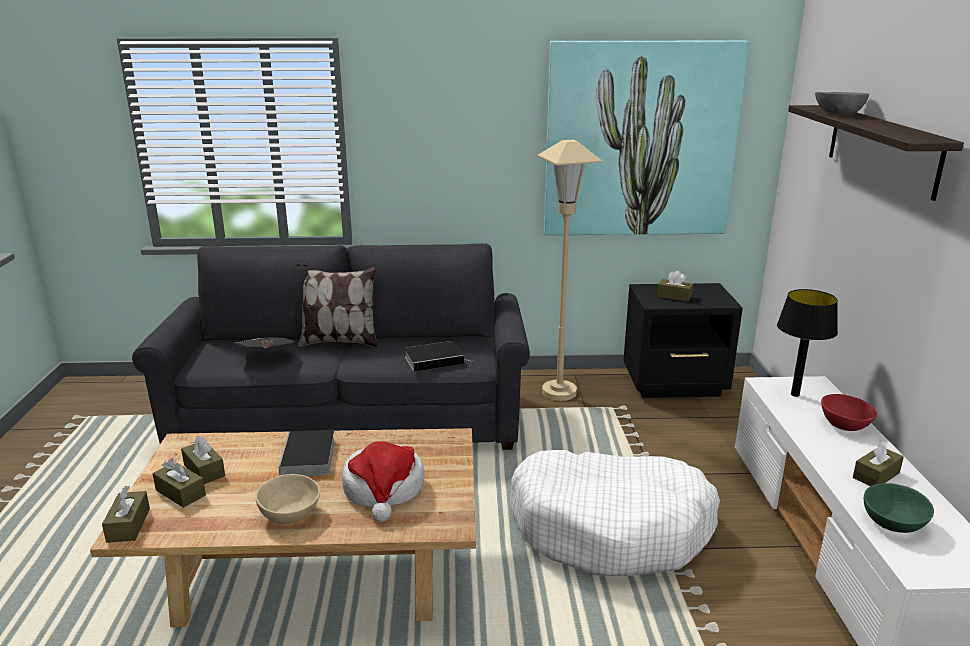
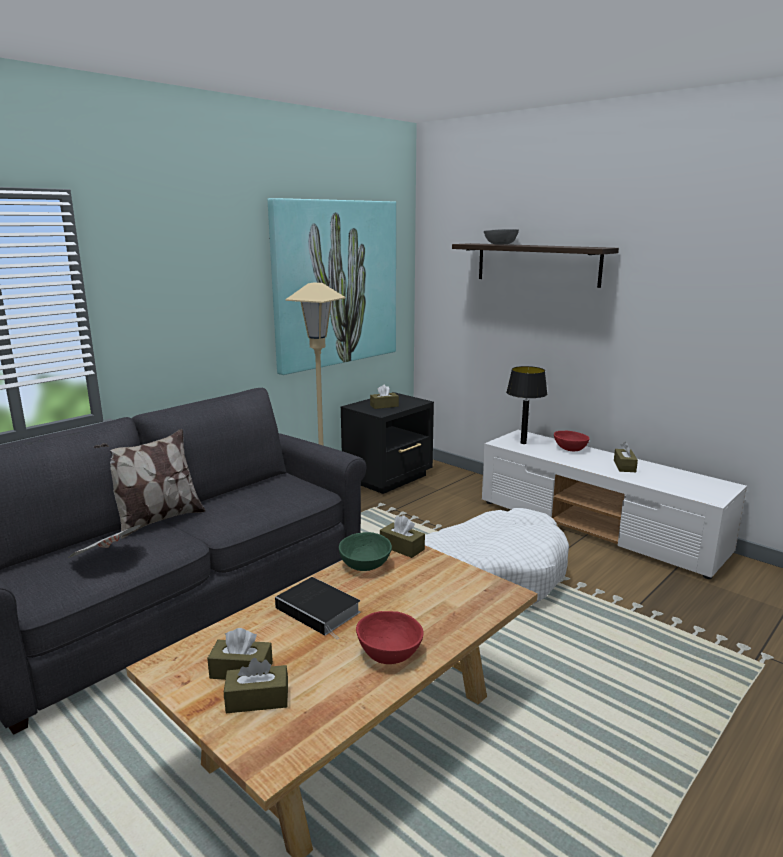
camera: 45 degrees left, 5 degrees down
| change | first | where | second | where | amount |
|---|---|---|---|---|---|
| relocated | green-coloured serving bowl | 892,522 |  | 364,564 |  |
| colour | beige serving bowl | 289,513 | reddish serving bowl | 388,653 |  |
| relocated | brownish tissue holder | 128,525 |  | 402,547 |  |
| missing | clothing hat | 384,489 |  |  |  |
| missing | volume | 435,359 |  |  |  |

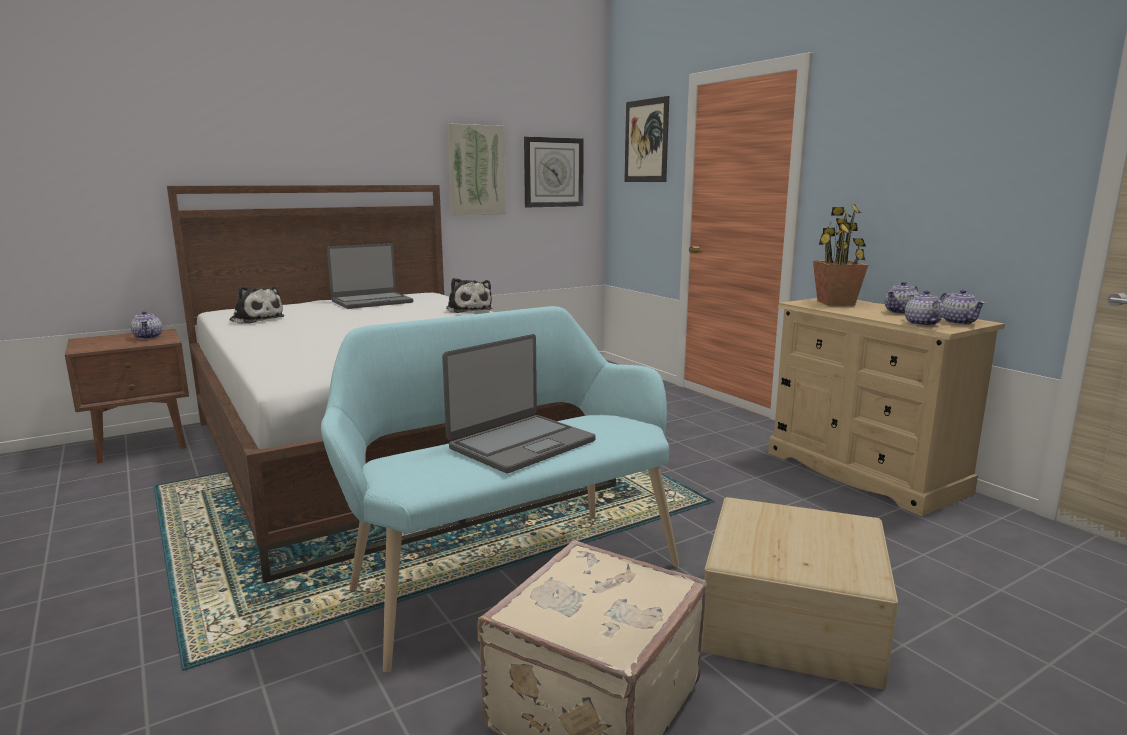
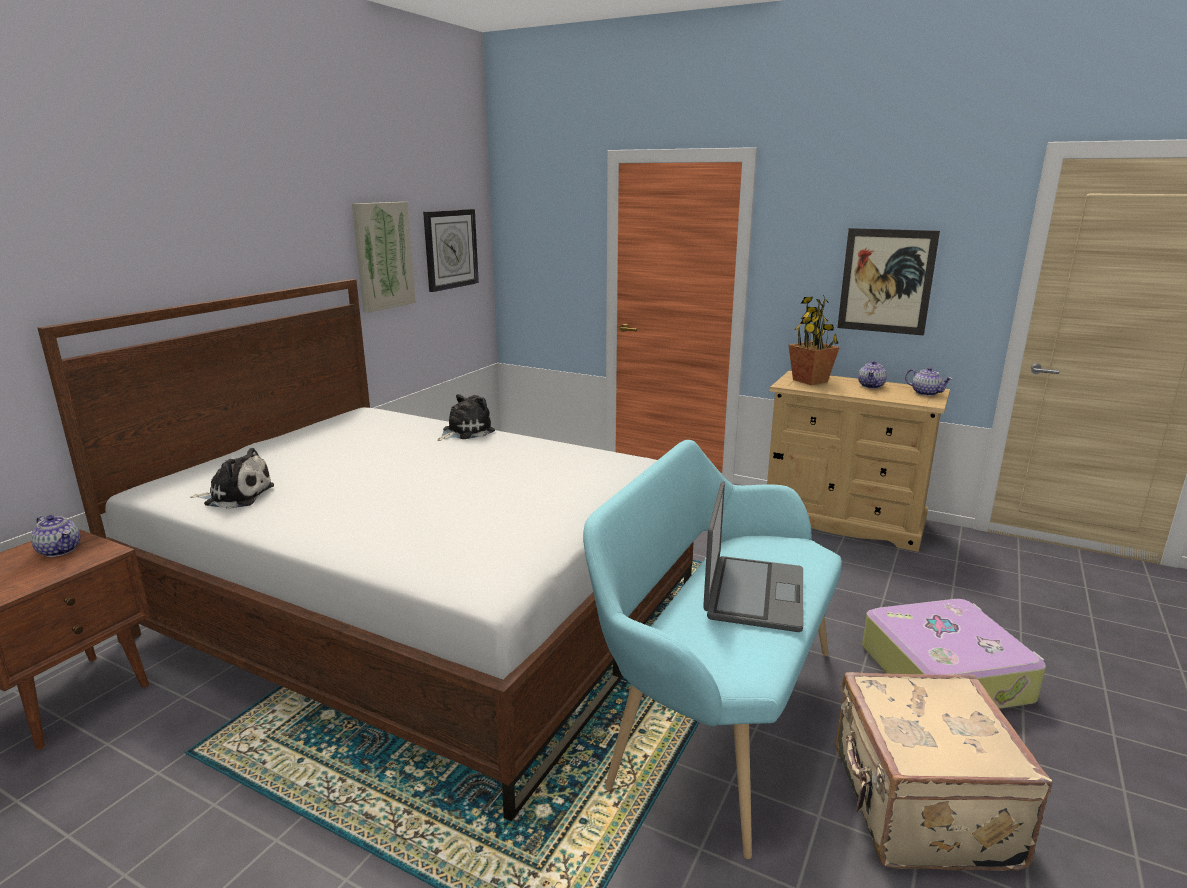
camera: 30 degrees left, 5 degrees up
| change | first | where | second | where | amount |
|---|---|---|---|---|---|
| spun | plush toy | 468,309 |  | 465,432 | 75 degrees counterclockwise |
| relocated | picture | 646,141 |  | 886,281 |  |
| exchanged | beige storage container | 792,618 | piece of luggage | 945,673 |  |
| missing | portable computer | 372,302 |  |  |  |
| missing | teapot | 921,324 |  |  |  |

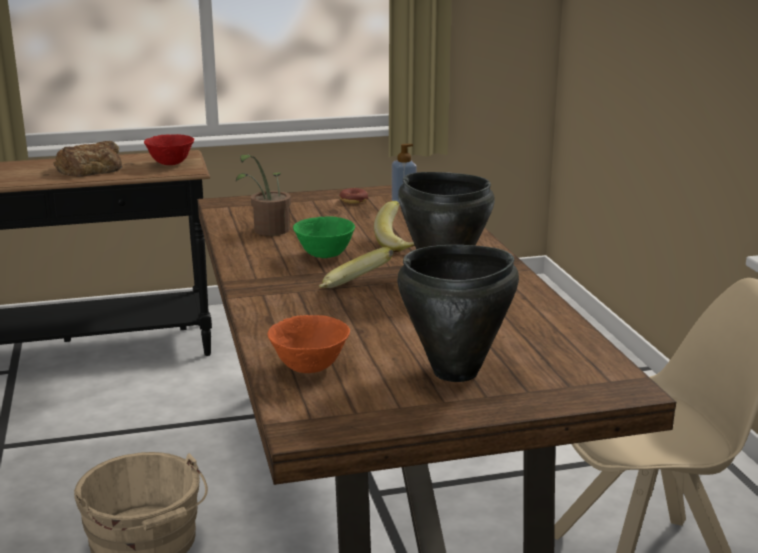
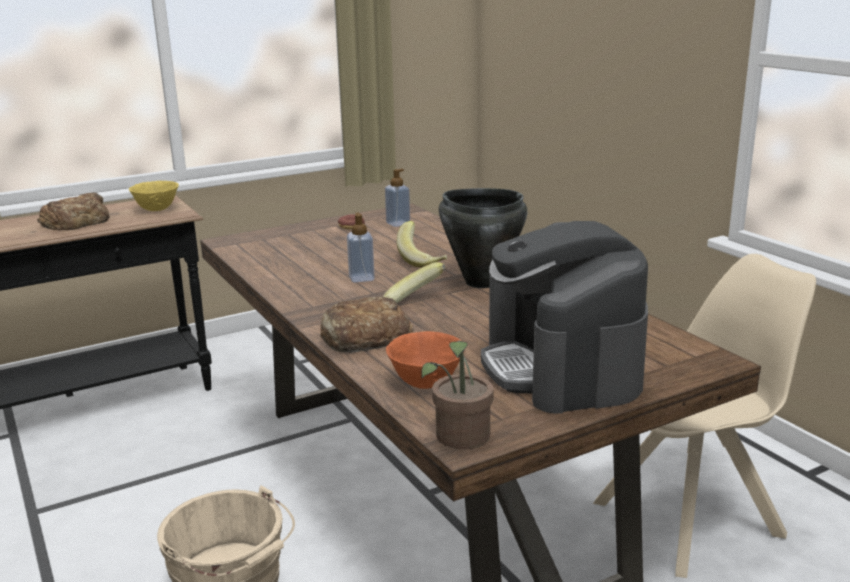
camera: 15 degrees left, 0 degrees up
| change | first | where | second | where | amount |
|---|---|---|---|---|---|
| colour | reddish serving bowl | 171,164 | yellow-coloured serving bowl | 157,209 |  |
| appeared |  |  | bakery bread | 364,336 |  |
| exchanged | green-coloured serving bowl | 324,256 | soap bottle | 361,278 |  |
| relocated | plant in a pot | 268,231 |  | 460,439 |  |
| exchanged | black cooking pot | 456,372 | coffee maker | 561,367 |  |

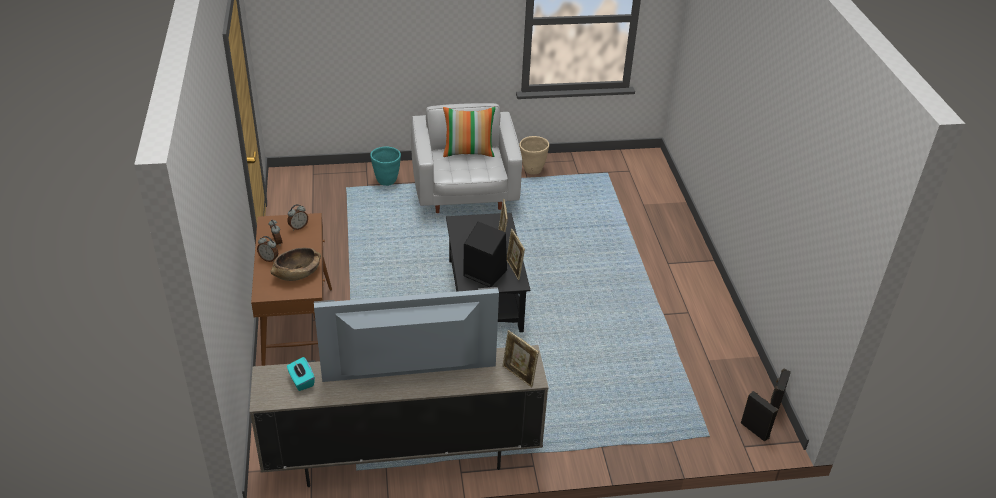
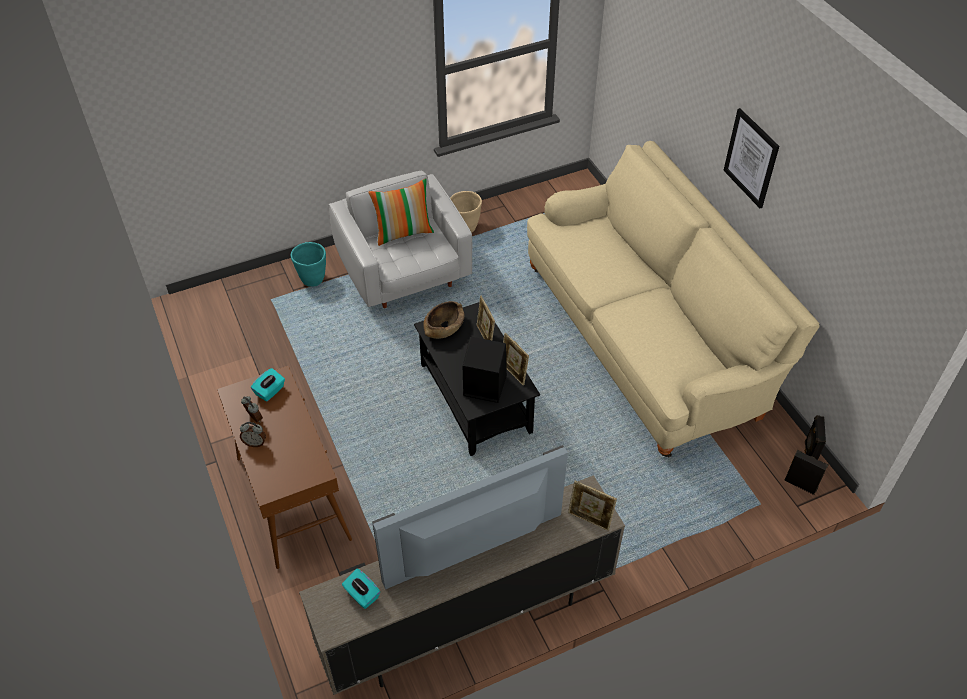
camera: 15 degrees left, 10 degrees up
| change | first | where | second | where | amount |
|---|---|---|---|---|---|
| exchanged | bedside clock | 298,227 | turquoise-coloured tissue holder | 270,391 |  |
| relocated | brownish serving bowl | 297,273 |  | 444,328 |  |
| appeared |  |  | beige couch | 646,339 |  |
| appeared |  |  | picture | 751,158 |  |

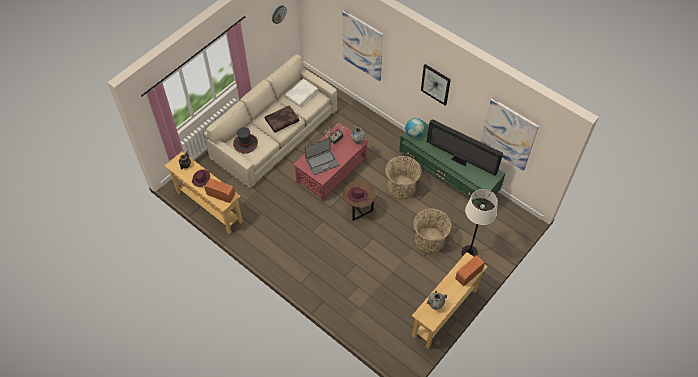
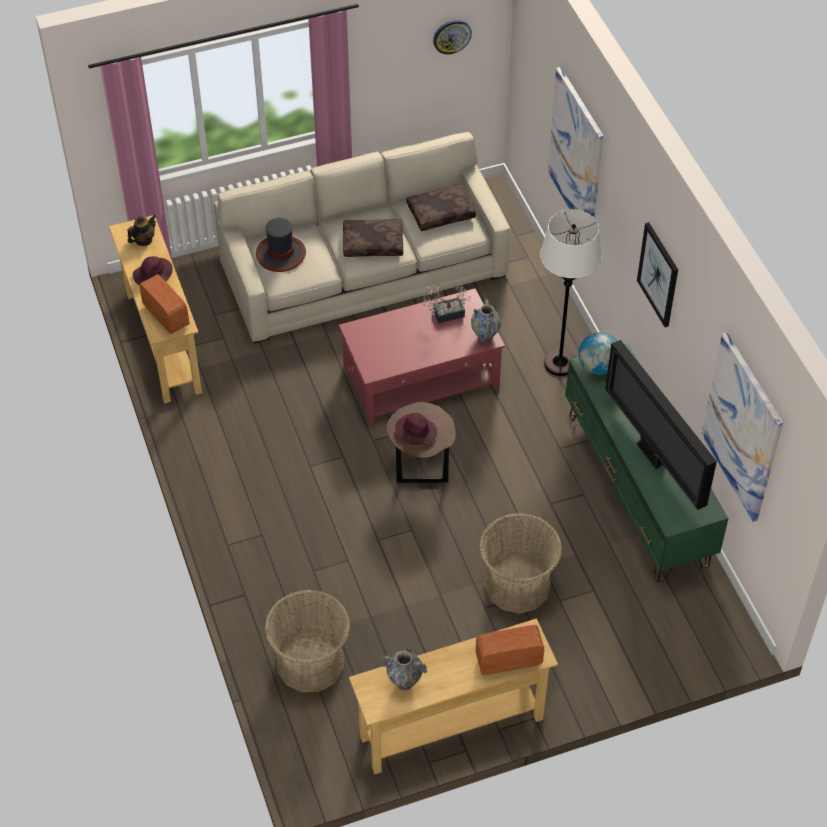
camera: 30 degrees right, 5 degrees down
| change | first | where | second | where | amount |
|---|---|---|---|---|---|
| relocated | basket | 401,187 |  | 310,663 |  |
| colour | white-coloured pillow | 301,95 | brownish pillow | 441,212 |  |
| relocated | white-coloured standing lamp | 469,253 |  | 560,363 |  |
| missing | portable computer | 322,162 |  |  |  |

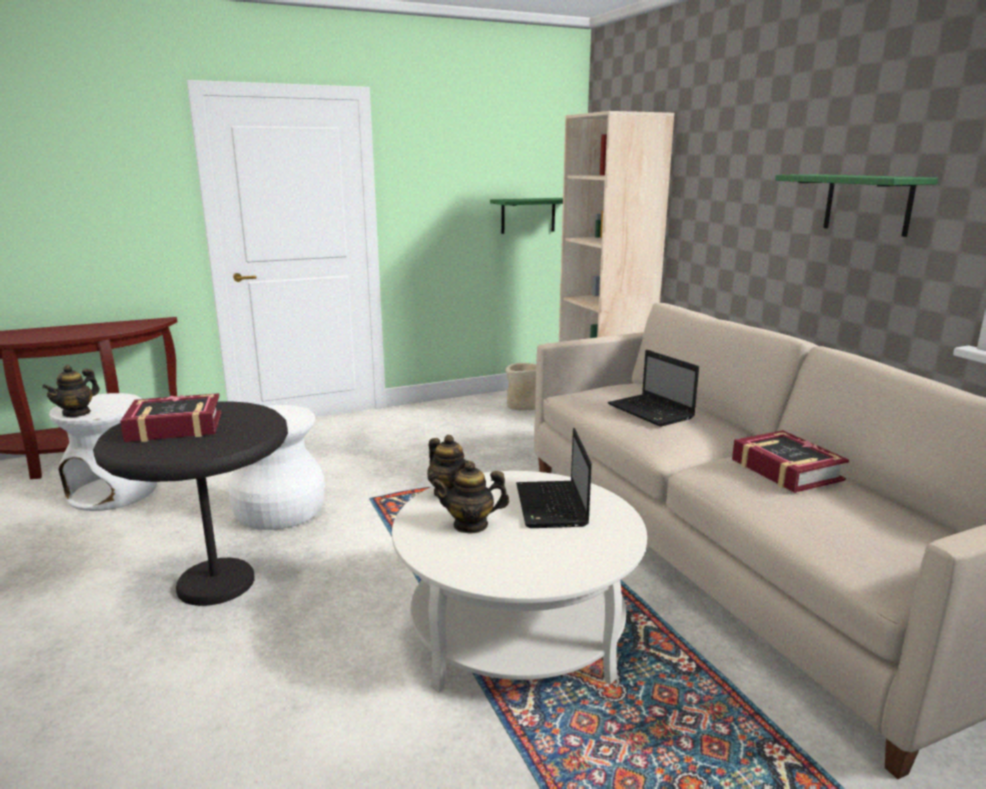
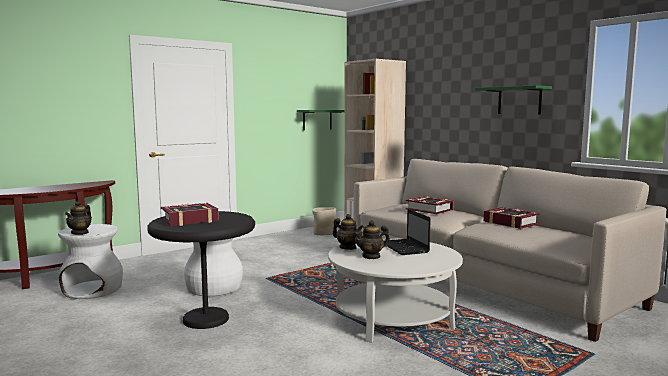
camera: 15 degrees left, 10 degrees down
| change | first | where | second | where | amount |
|---|---|---|---|---|---|
| exchanged | portable computer | 652,412 | volume | 429,209 |  |

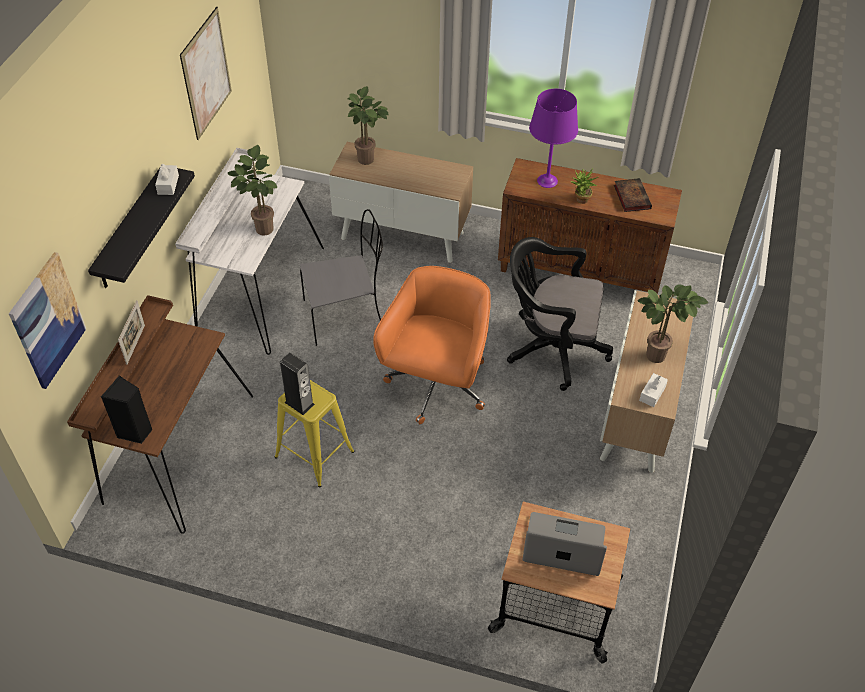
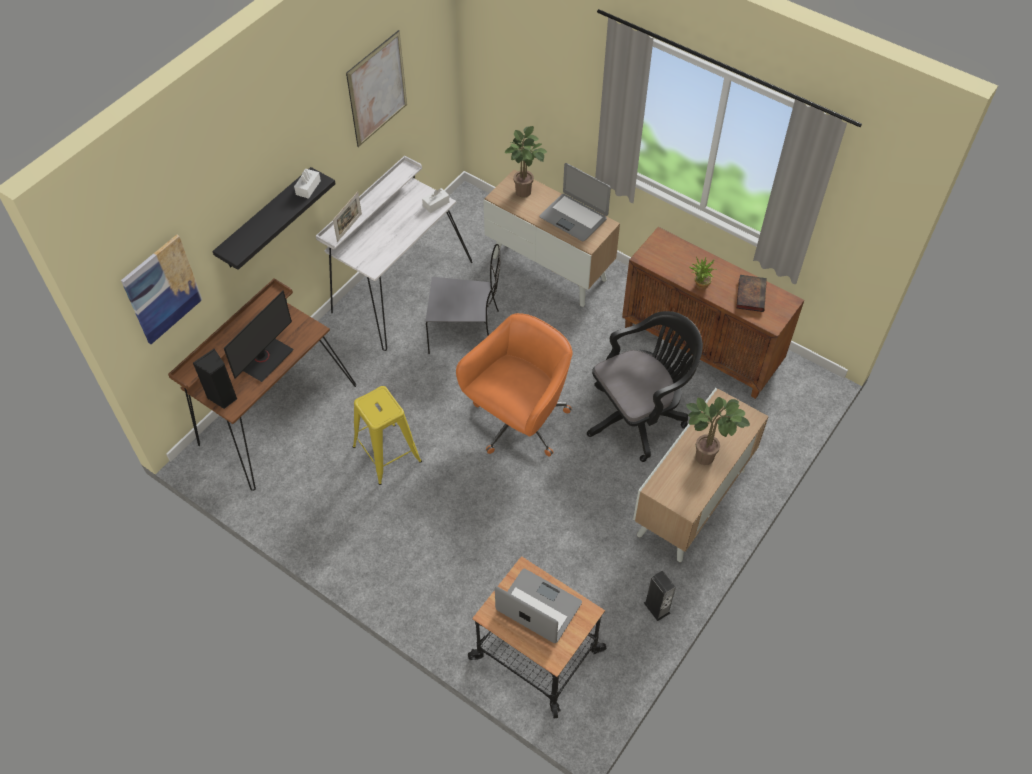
camera: 20 degrees right, 5 degrees up
| change | first | where | second | where | amount |
|---|---|---|---|---|---|
| appeared |  |  | computer display | 265,358 |  |
| relocated | photo frame | 135,344 |  | 349,227 |  |
| relocated | white-coloured tissue holder | 652,394 |  | 436,204 |  |
| appeared |  |  | portable computer | 573,217 |  |
| spun | black office chair | 551,348 |  | 639,416 | 120 degrees clockwise |
| relocated | speaker | 299,403 |  | 657,608 |  |
| missing | plant in a pot | 262,228 |  |  |  |
| missing | purple-coloured tabletop lamp | 547,181 |  |  |  |

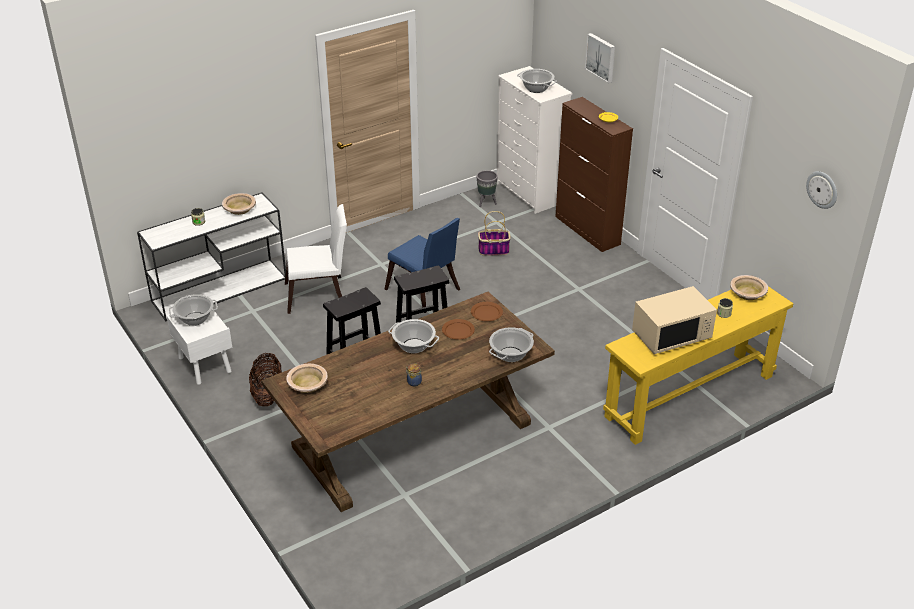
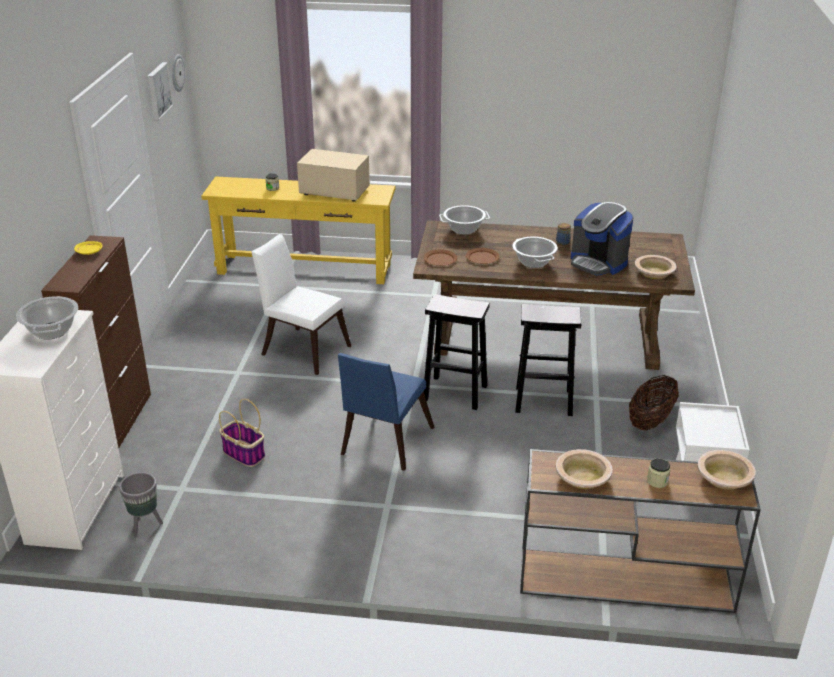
camera: 140 degrees left, 5 degrees down
| change | first | where | second | where | amount |
|---|---|---|---|---|---|
| relocated | picture | 601,57 |  | 158,91 |  |
| relocated | white-coloured upright chair | 320,295 |  | 302,348 |  |
| spun | blue upright chair | 425,292 |  | 384,444 | 150 degrees counterclockwise |
| colour | white-coloured console table | 221,289 | brownish console table | 623,580 |  |
| appeared |  |  | coffee maker | 598,262 |  |
| relocated | beige serving bowl | 747,292 |  | 724,477 |  |
| missing | cooking pot | 195,319 |  |  |  |

